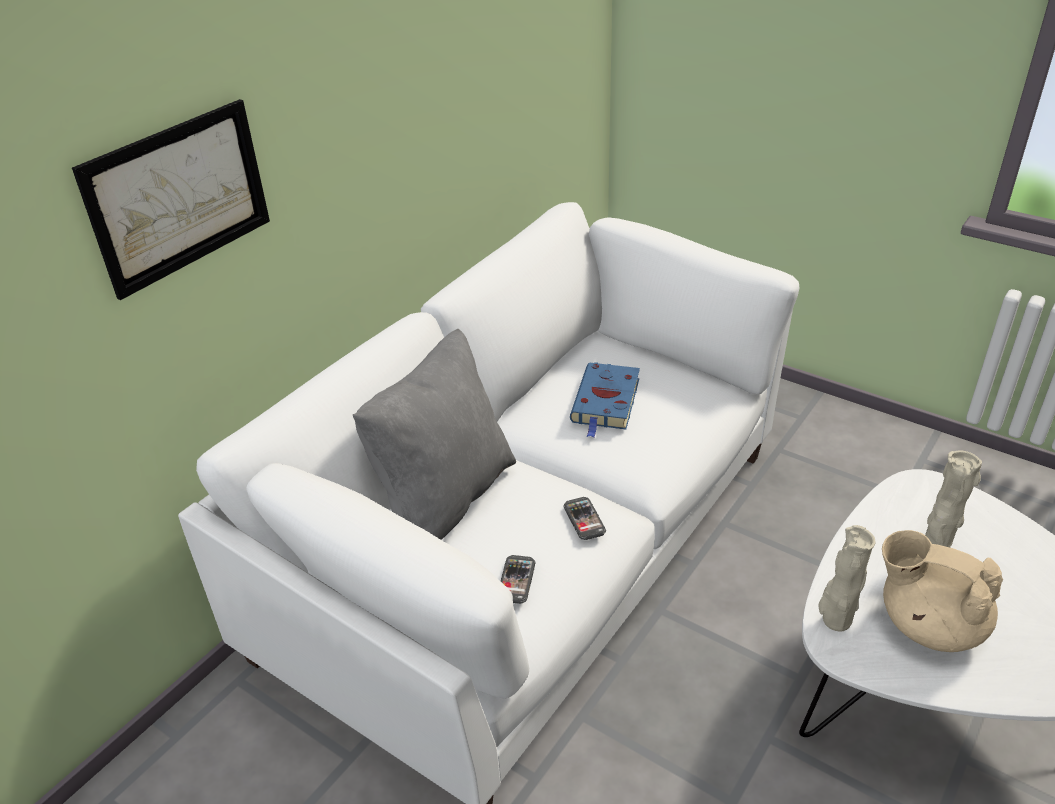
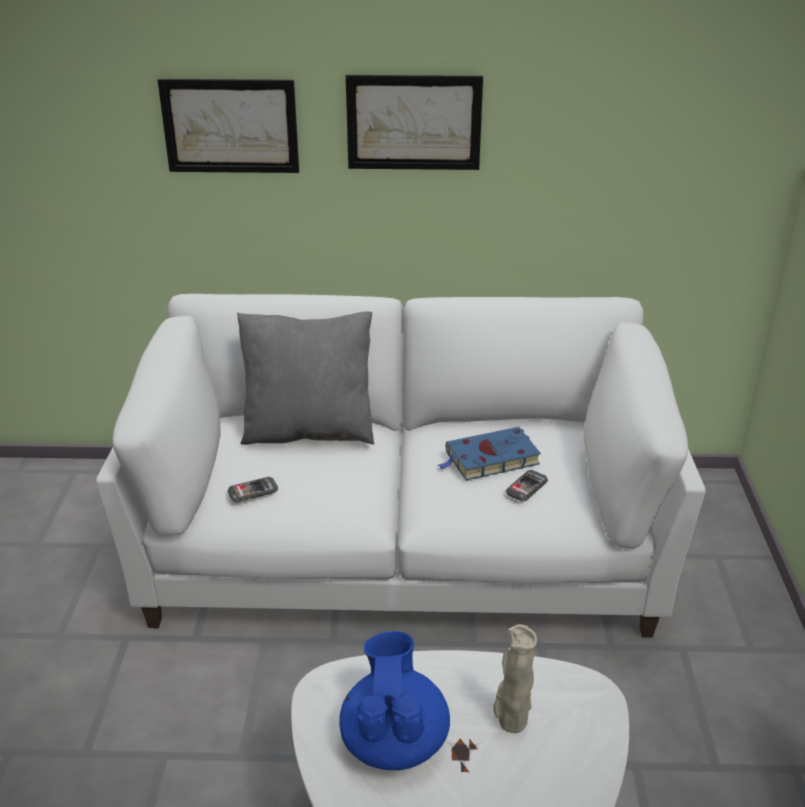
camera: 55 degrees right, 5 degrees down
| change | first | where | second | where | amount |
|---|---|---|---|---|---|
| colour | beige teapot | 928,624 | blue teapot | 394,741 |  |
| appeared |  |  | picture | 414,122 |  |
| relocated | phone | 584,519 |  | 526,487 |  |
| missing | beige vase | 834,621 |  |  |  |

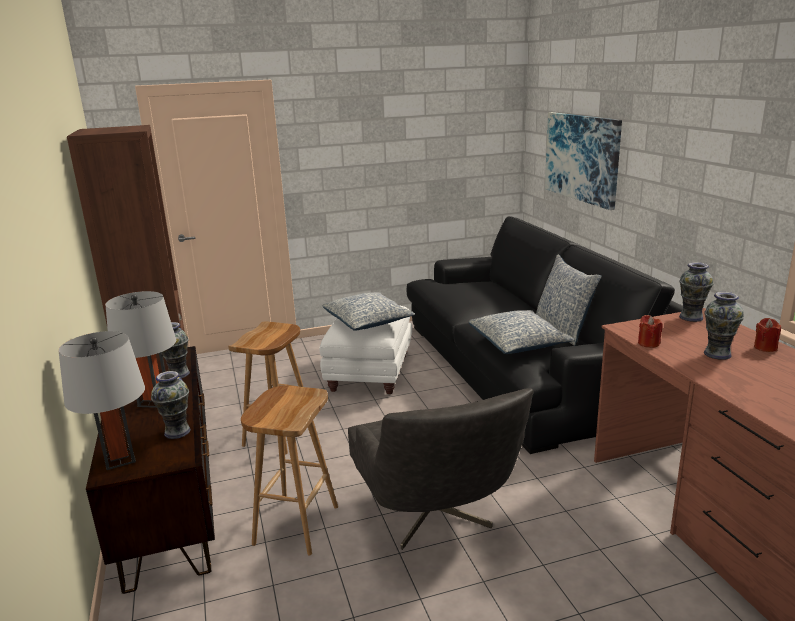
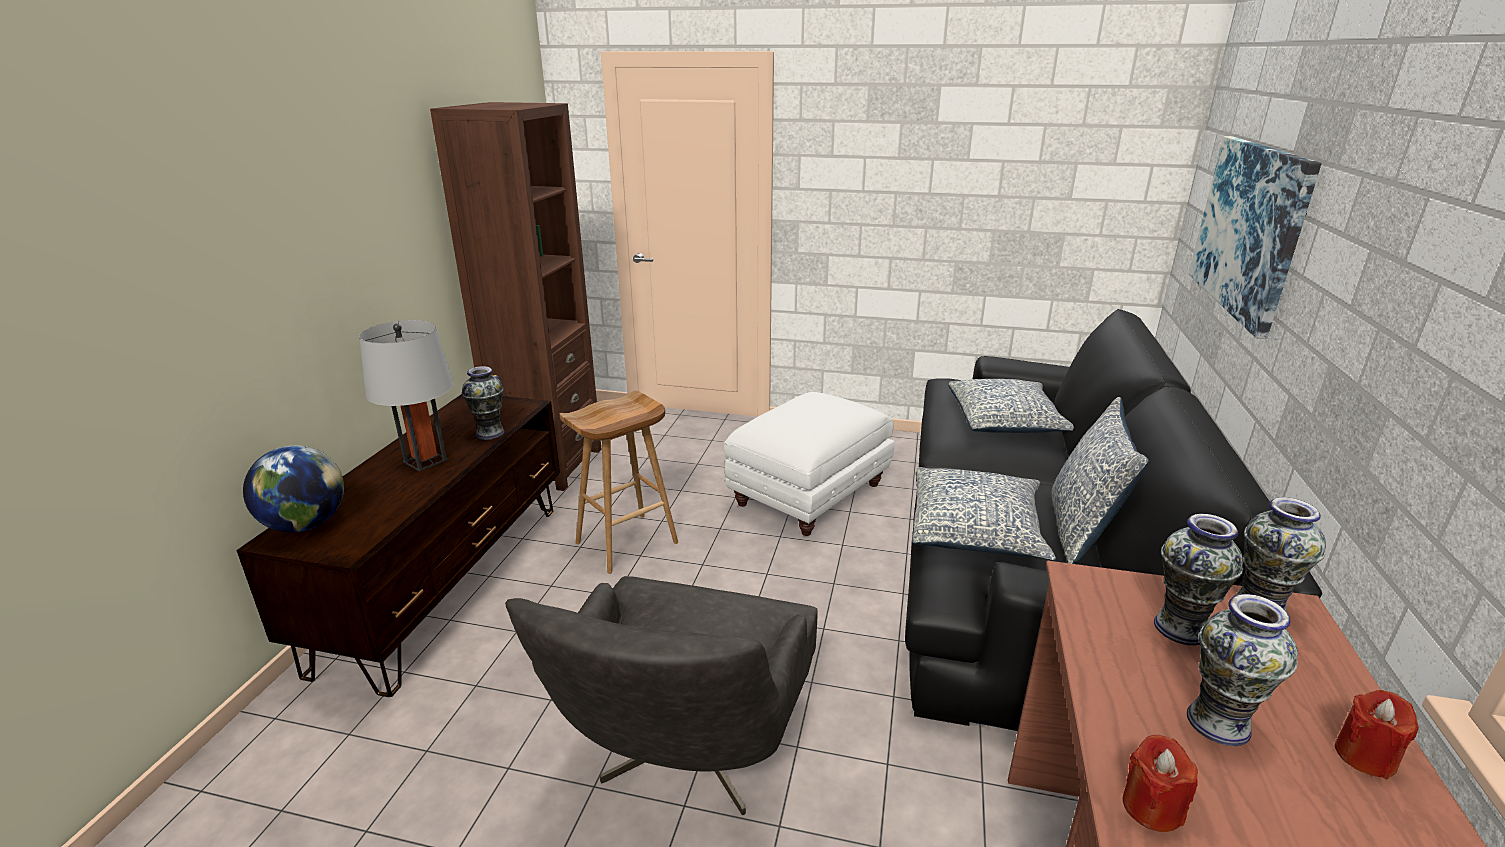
camera: 30 degrees right, 5 degrees up
| change | first | where | second | where | amount |
|---|---|---|---|---|---|
| exchanged | grey tabletop lamp | 119,459 | desk globe | 306,525 |  |
| relocated | pillow | 368,321 |  | 1005,422 |  |
| relocated | reddish candle | 648,343 |  | 1151,807 |  |
| relocated | vase | 177,432 |  | 1181,628 |  |
| missing | brownish stool seat | 296,524 |  |  |  |

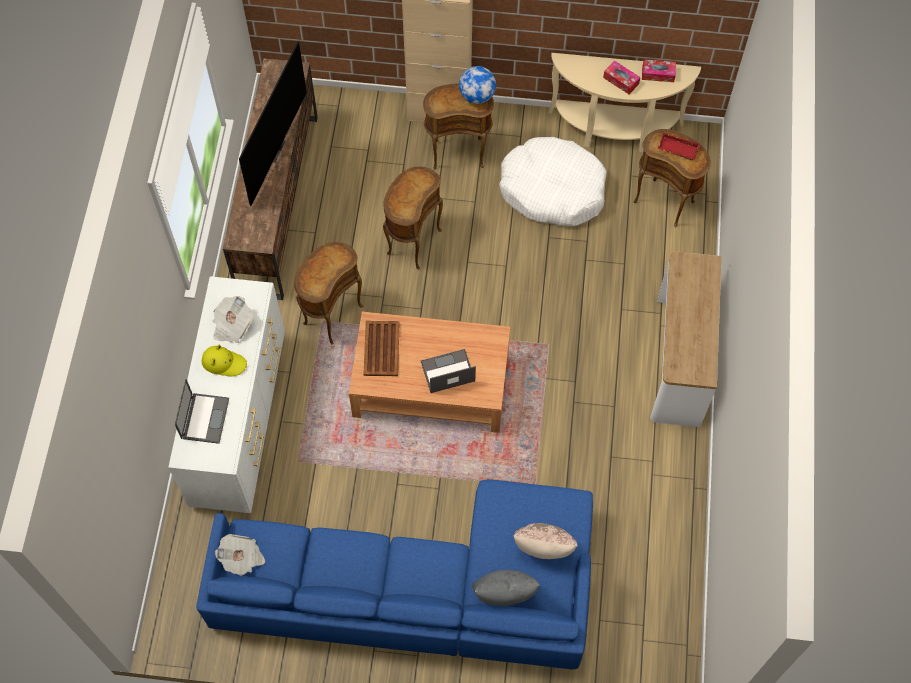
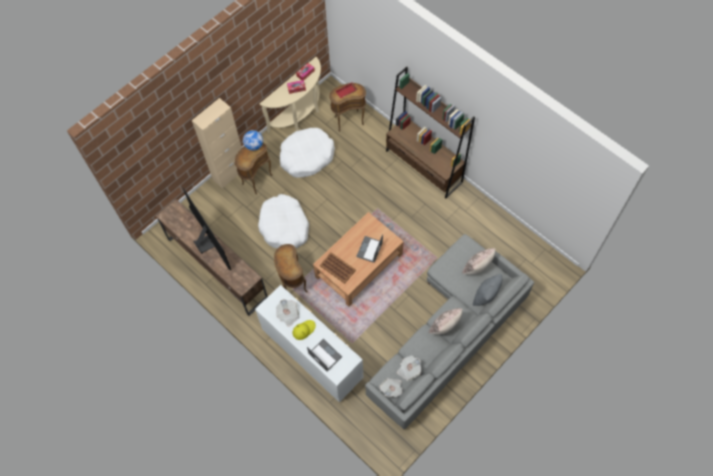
camera: 50 degrees left, 0 degrees up
| change | first | where | second | where | amount |
|---|---|---|---|---|---|
| exchanged | brownish end table | 412,242 | white-coloured dog cushion | 284,227 |  |
| colour | blue couch | 422,590 | grey couch | 449,332 |  |
| exchanged | console table | 678,361 | brownish shelving unit | 424,166 |  |
| appeared |  |  | newspaper | 408,370 |  |
| appeared |  |  | beige pillow | 444,327 |  |

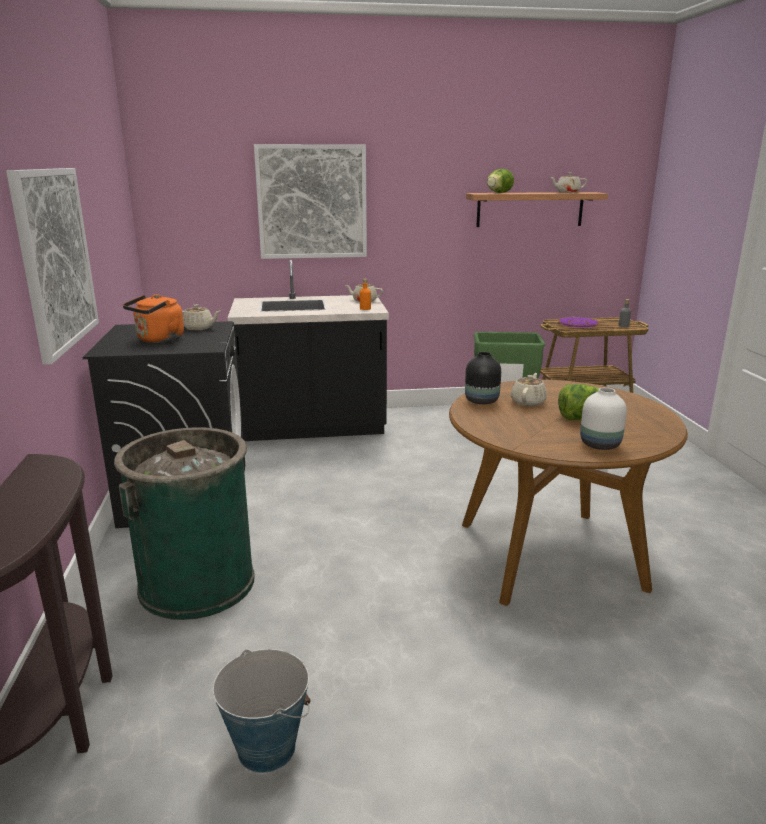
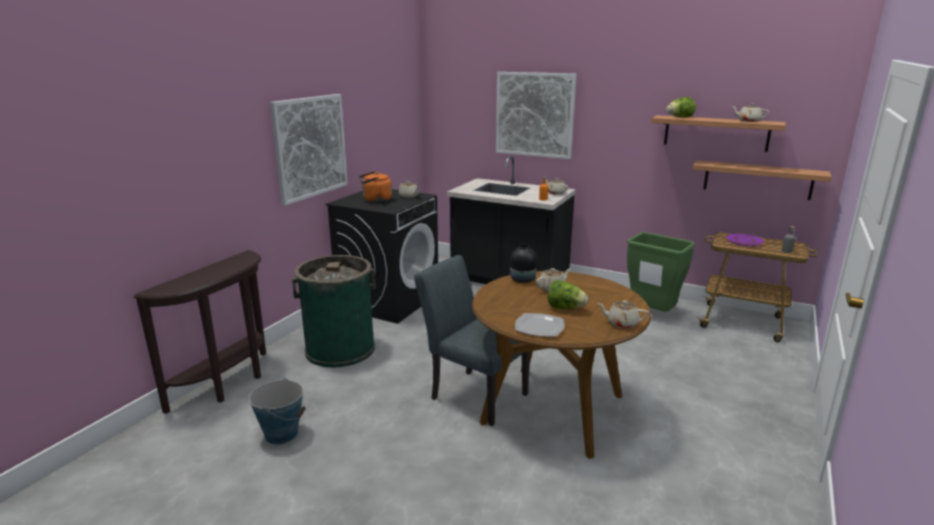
camera: 35 degrees right, 0 degrees up
| change | first | where | second | where | amount |
|---|---|---|---|---|---|
| appeared |  |  | grey upright chair | 473,394 |  |
| exchanged | white-coloured vase | 599,445 | flat dish | 539,327 |  |
| appeared |  |  | beige teapot | 621,323 |  |
| appeared |  |  | wall shelf | 757,180 |  |

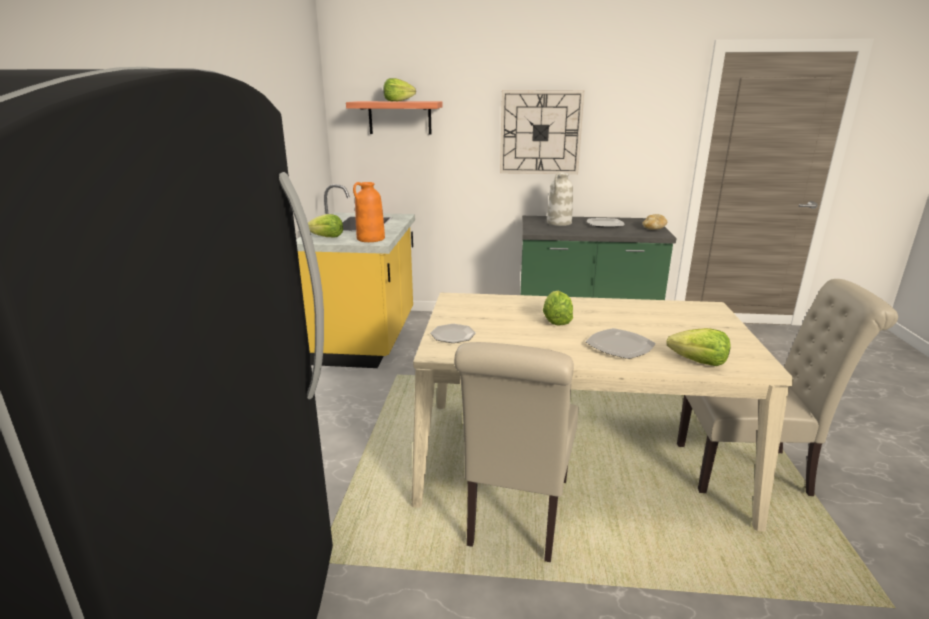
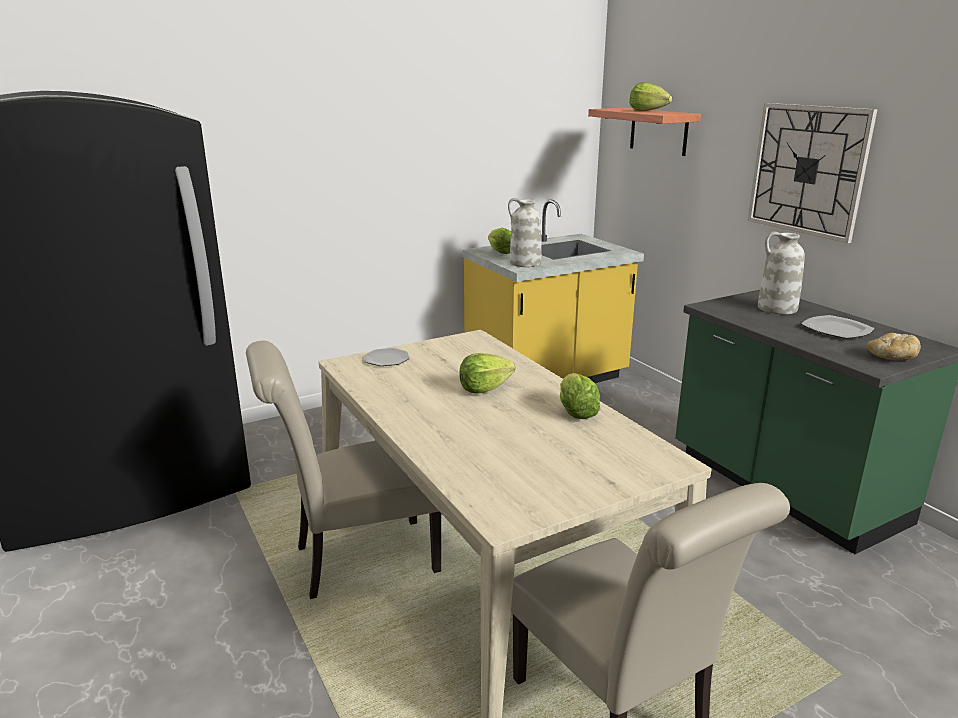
camera: 55 degrees right, 0 degrees up
| change | first | where | second | where | amount |
|---|---|---|---|---|---|
| colour | orange vase | 370,239 | white-coloured vase | 524,263 |  |
| relocated | lettuce head | 698,362 |  | 576,411 |  |
| missing | flat dish | 620,346 |  |  |  |

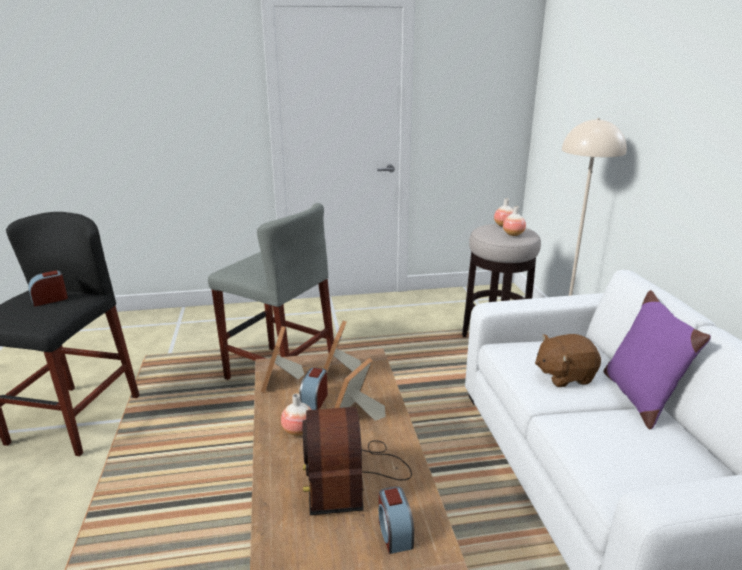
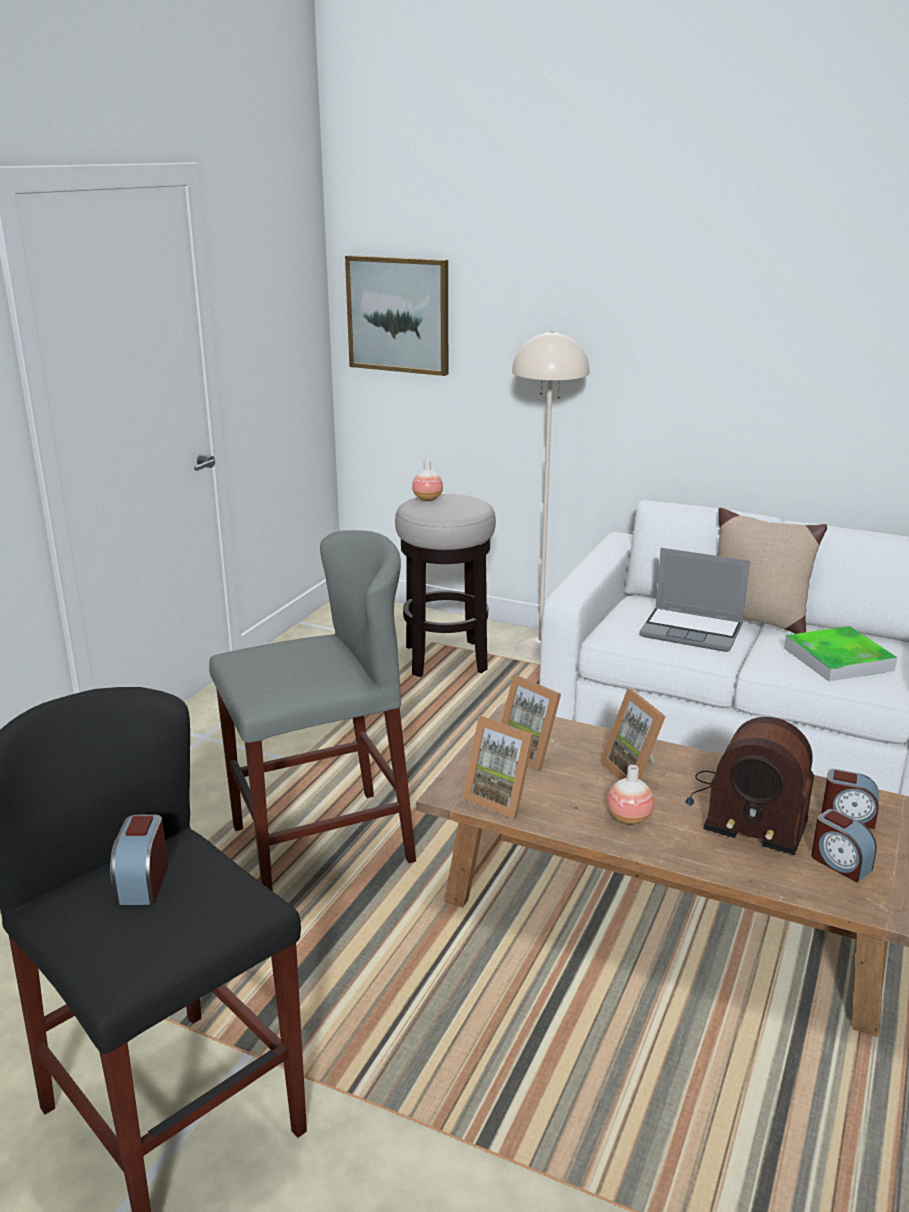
camera: 55 degrees left, 0 degrees up
| change | first | where | second | where | amount |
|---|---|---|---|---|---|
| appeared |  |  | picture | 398,314 |  |
| exchanged | brownish plush toy | 564,375 | portable computer | 693,631 |  |
| colour | purple-coloured pillow | 639,397 | beige pillow | 754,619 |  |
| appeared |  |  | tray | 838,659 |  |
| relocated | bedside clock | 314,400 |  | 839,863 |  |
| missing | vase | 513,234 |  |  |  |

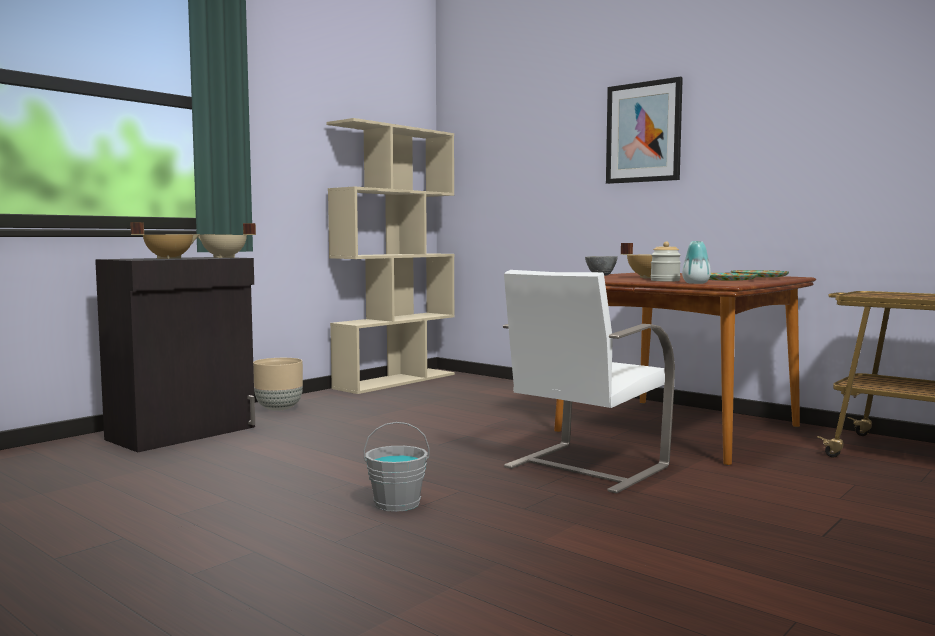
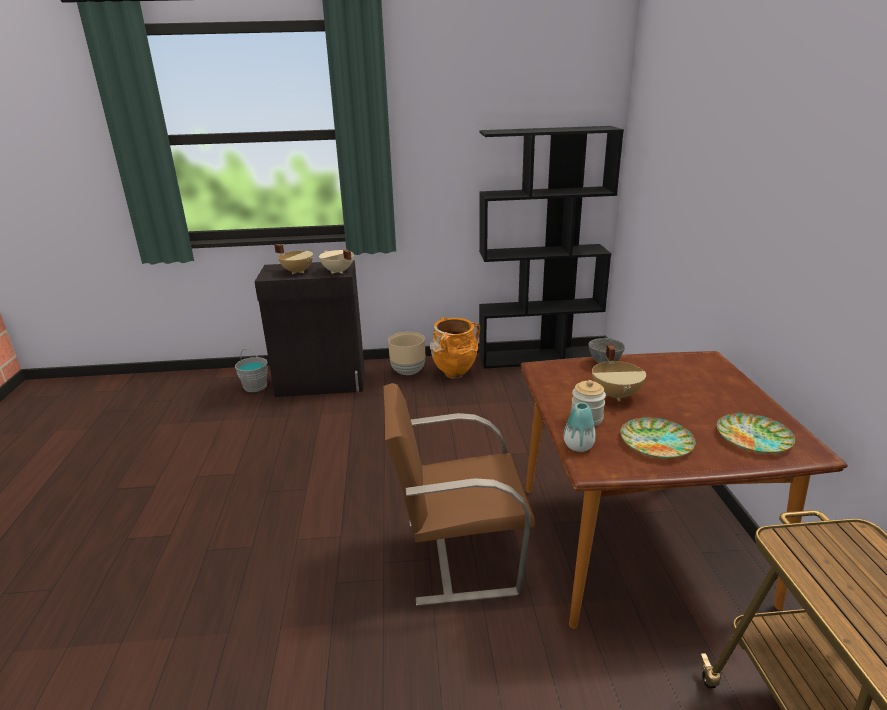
camera: 45 degrees right, 20 degrees up
| change | first | where | second | where | amount |
|---|---|---|---|---|---|
| relocated | grey water bucket | 397,503 |  | 255,386 |  |
| colour | white-coloured upright chair | 584,467 | brownish upright chair | 457,555 |  |
| appeared |  |  | orange vase | 454,374 |  |
| colour | beige shelving unit | 396,381 | black shelving unit | 539,357 |  |
| missing | picture | 643,132 |  |  |  |

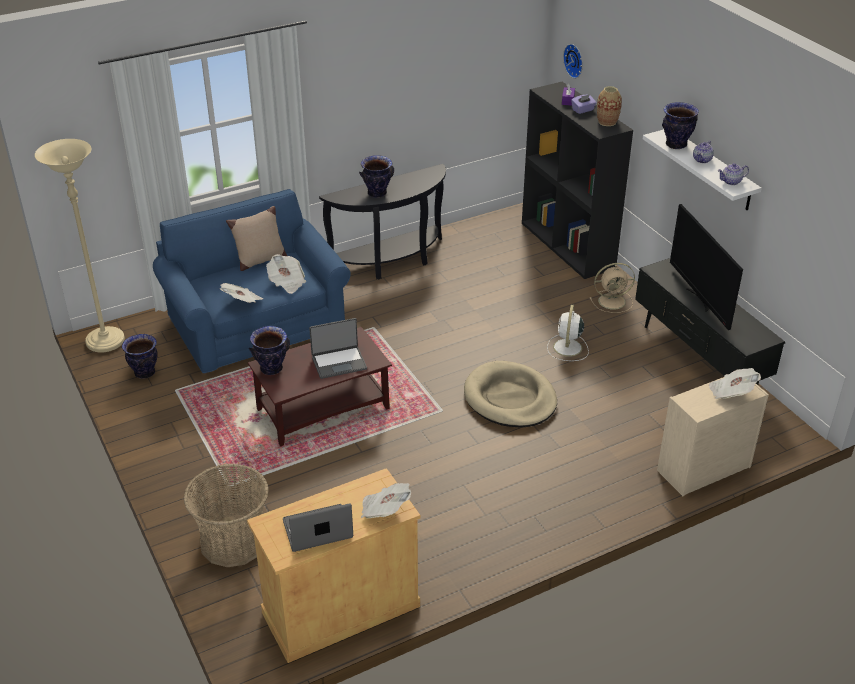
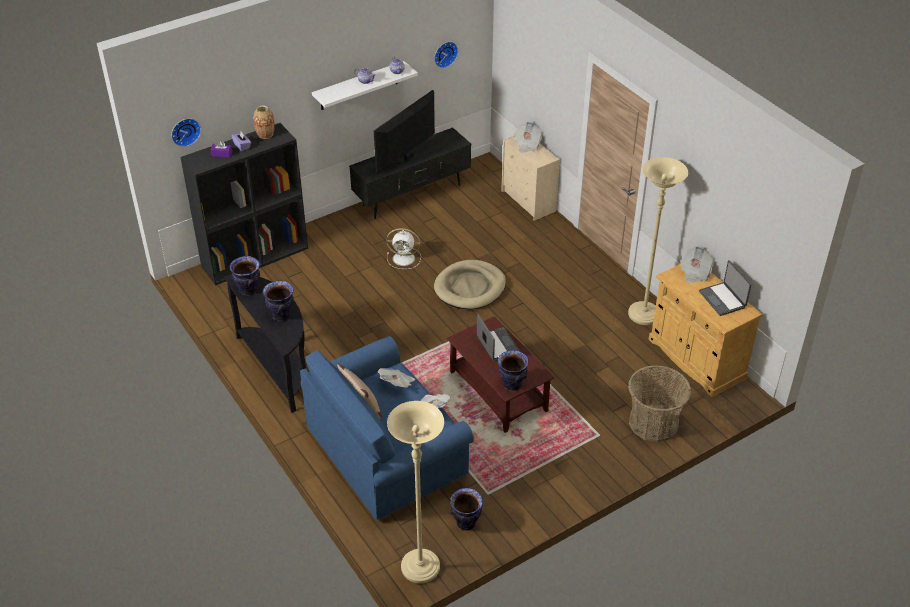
camera: 95 degrees left, 5 degrees up
| change | first | where | second | where | amount |
|---|---|---|---|---|---|
| relocated | vase | 675,144 |  | 248,290 |  |
| spun | TV set | 700,299 |  | 407,158 | 150 degrees clockwise |
| appeared |  |  | wall clock | 444,53 |  |
| appeared |  |  | beige standing lamp | 644,315 |  |
| missing | beige electric fan | 613,301 |  |  |  |

